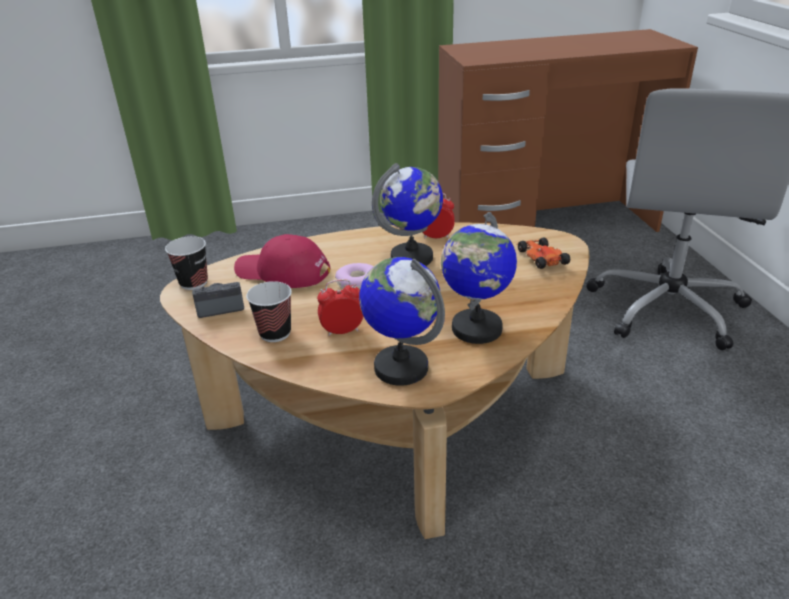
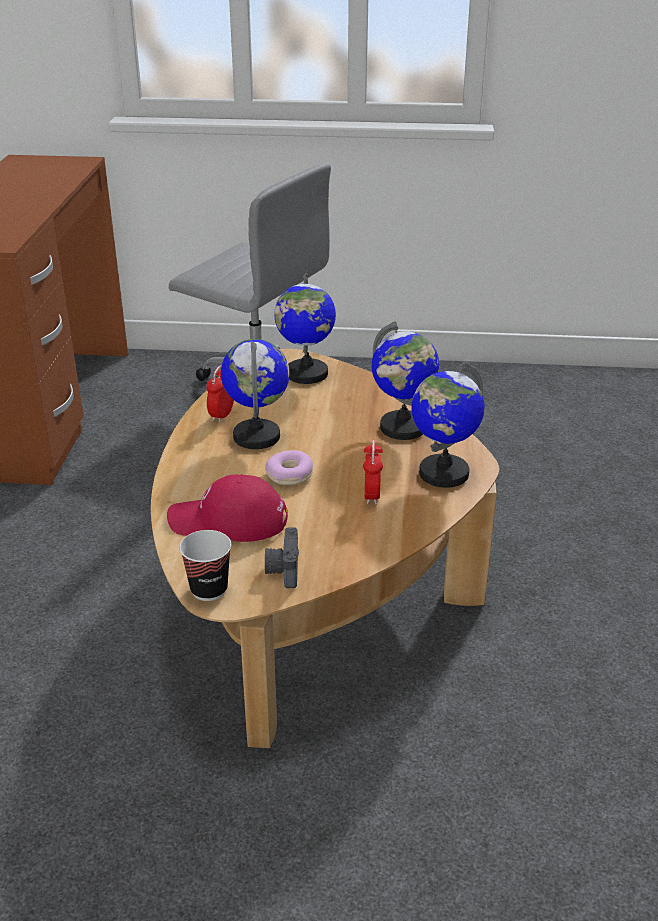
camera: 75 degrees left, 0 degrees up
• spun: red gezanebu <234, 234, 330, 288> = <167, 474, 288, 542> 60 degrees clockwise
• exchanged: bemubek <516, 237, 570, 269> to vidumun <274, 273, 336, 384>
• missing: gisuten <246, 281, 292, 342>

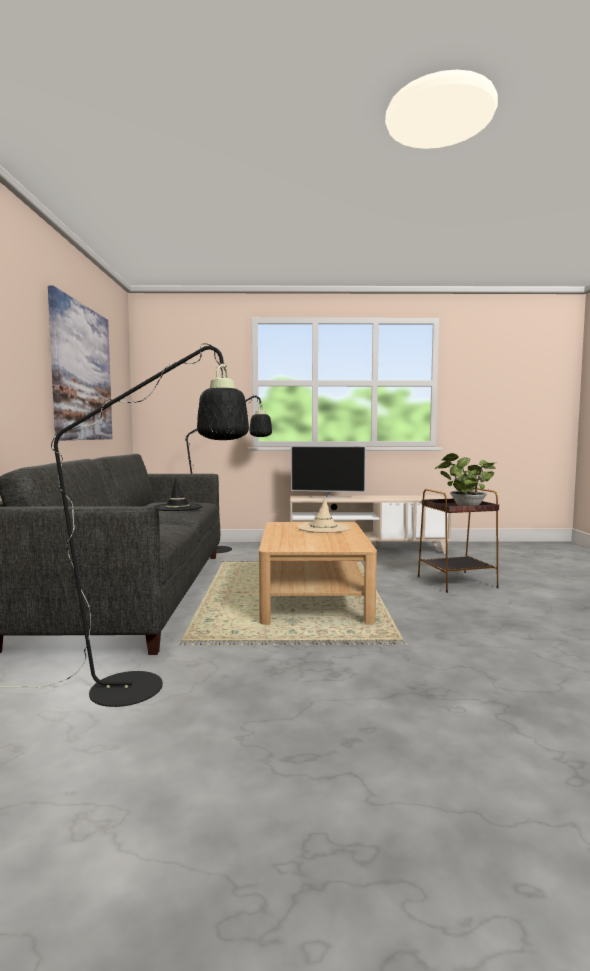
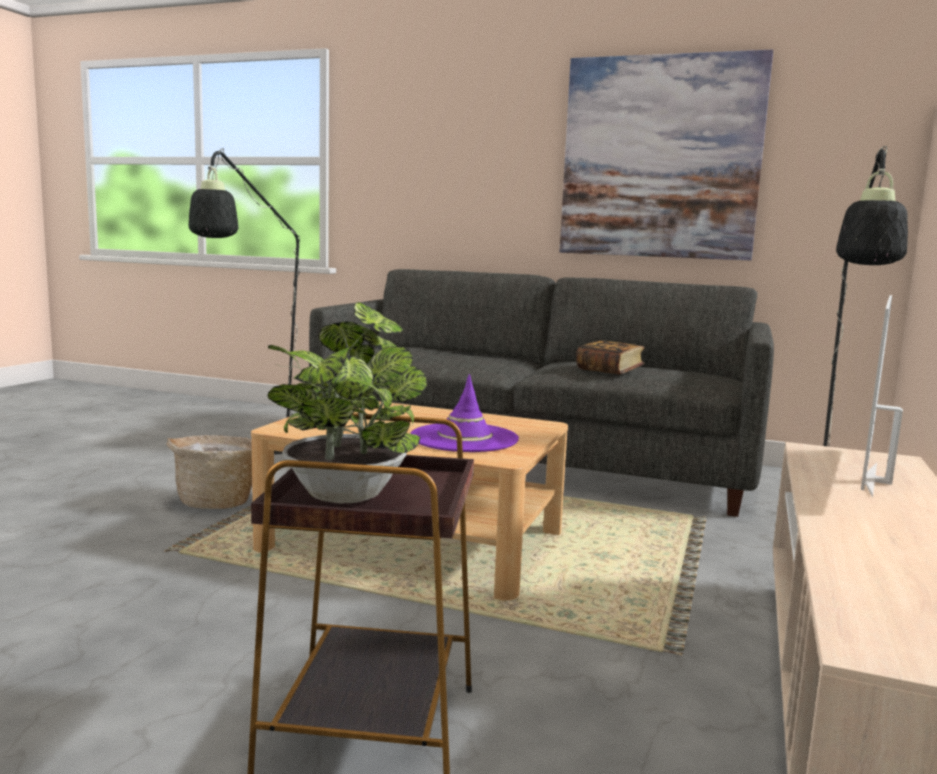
camera: 110 degrees right, 5 degrees up
• exchanged: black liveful <153, 478, 202, 511> to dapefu <576, 340, 645, 374>
• colour: beige liveful <298, 497, 351, 533> to purple liveful <410, 374, 519, 452>
• appeared: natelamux <166, 435, 252, 509>

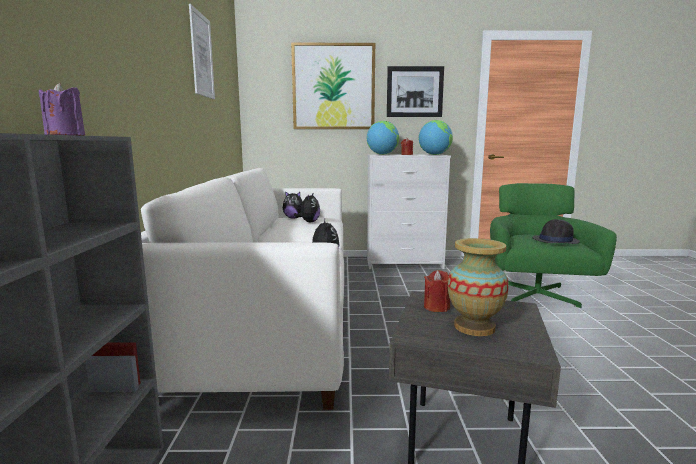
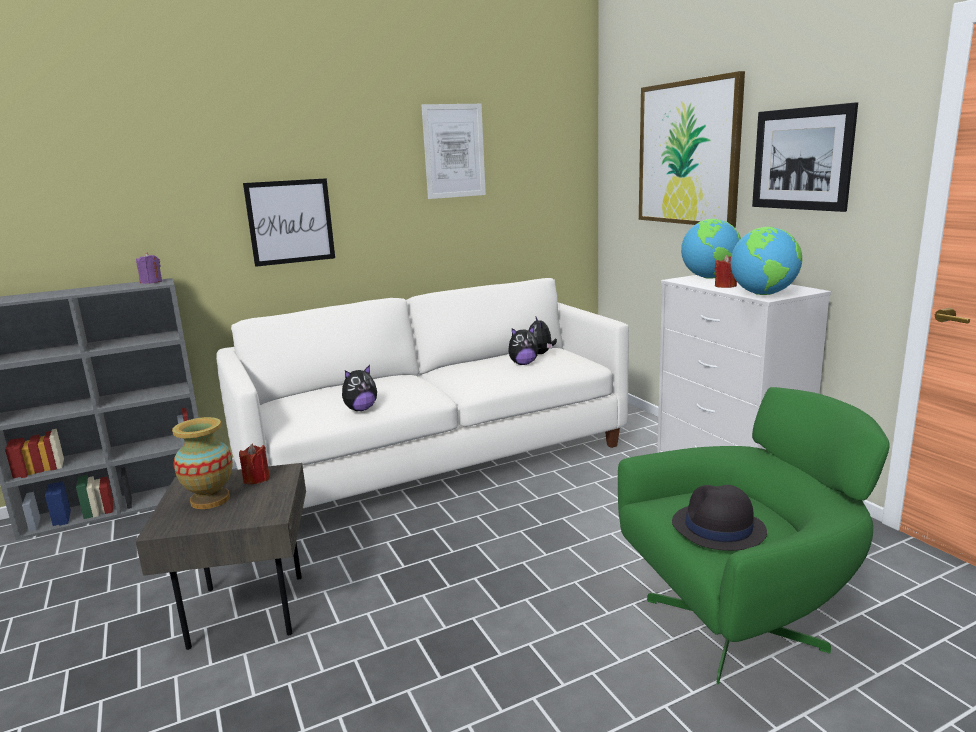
camera: 65 degrees right, 5 degrees up
• appeared: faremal <243, 178, 335, 267>

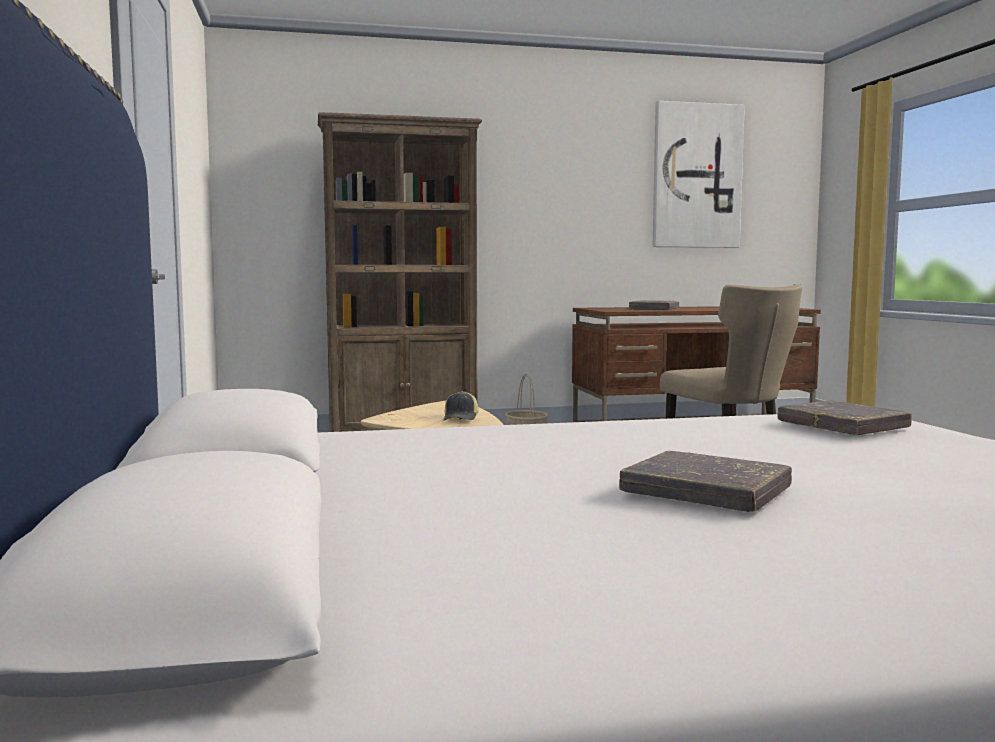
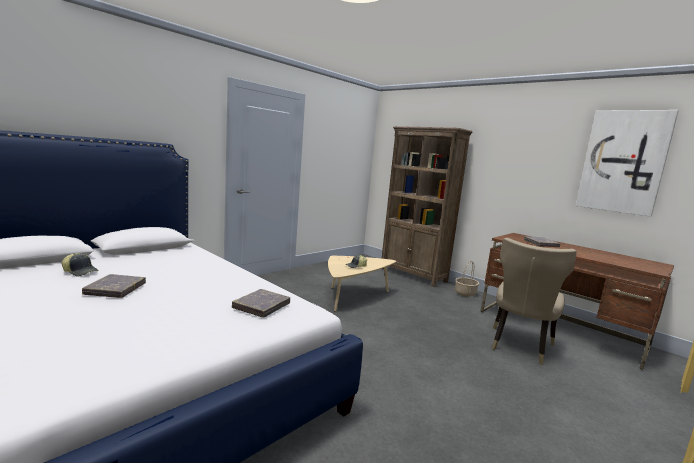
camera: 55 degrees right, 5 degrees up
• appeared: gezanebu <62, 253, 99, 276>

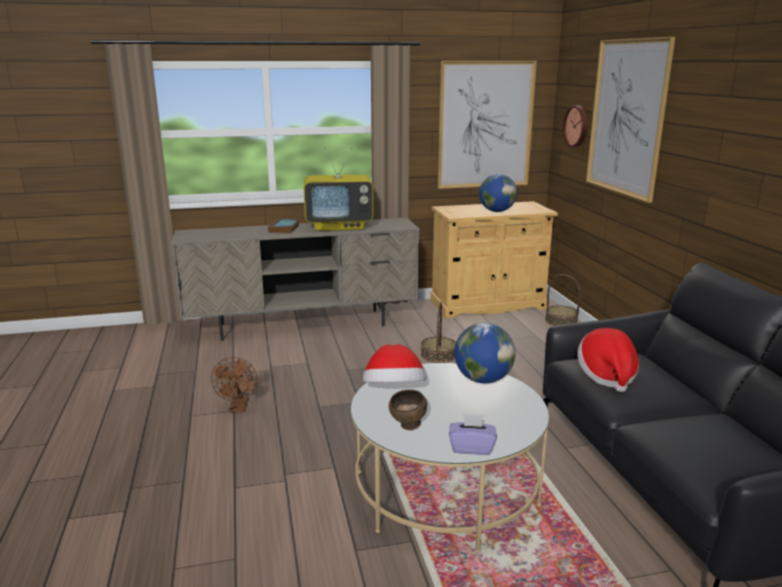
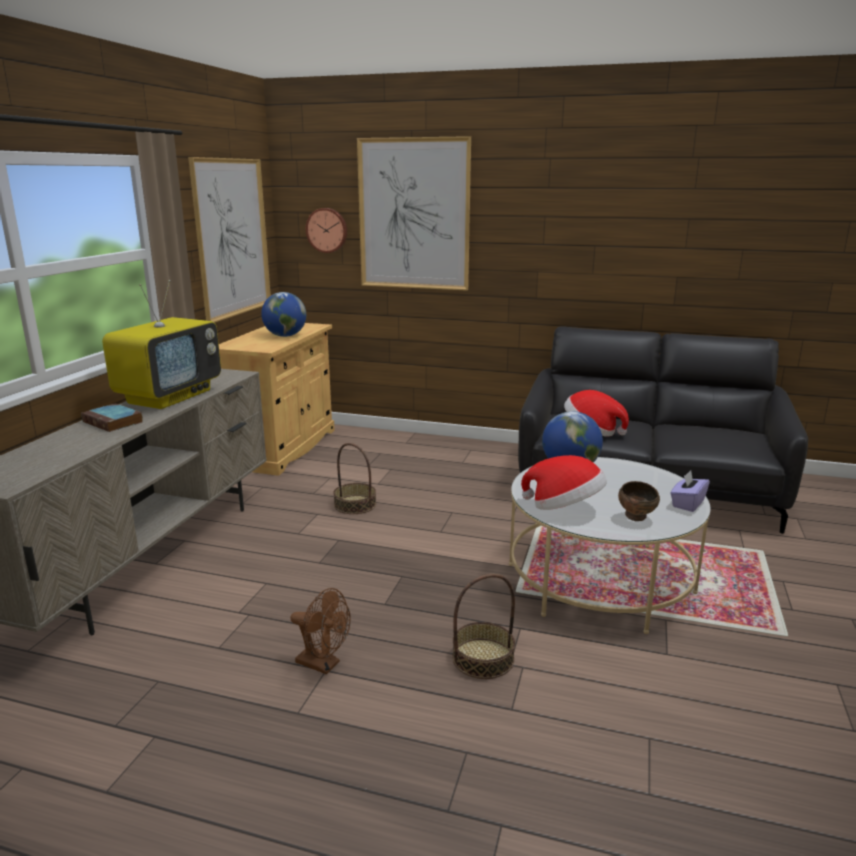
camera: 60 degrees left, 0 degrees up
• relocated: natelamux <545, 274, 581, 326> to <452, 574, 515, 679>

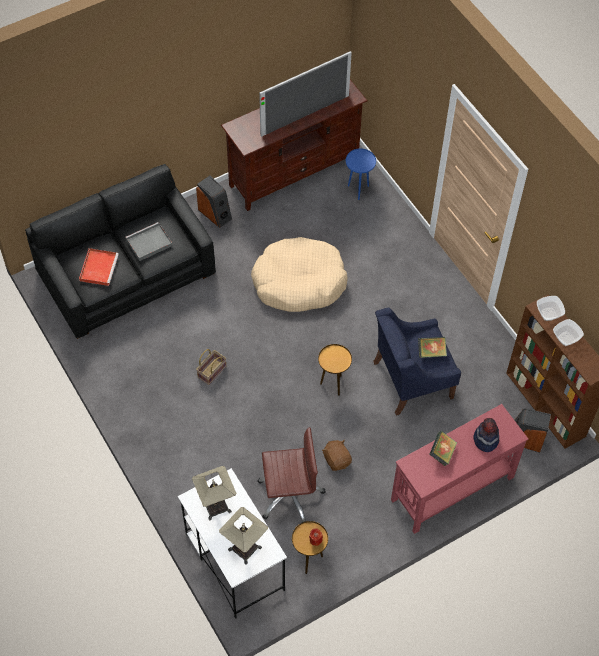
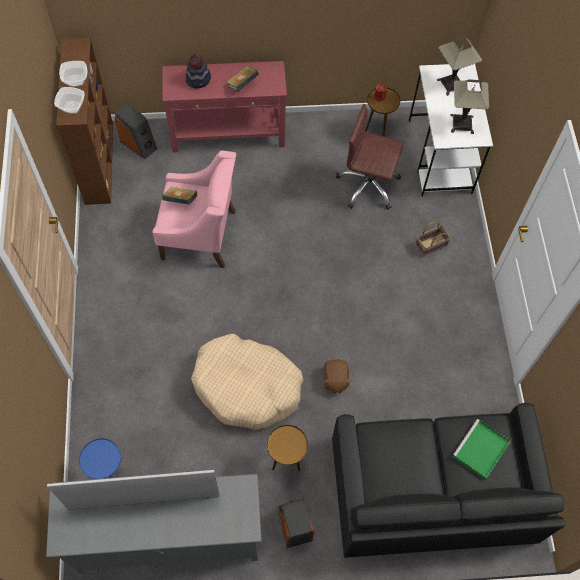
camera: 155 degrees left, 5 degrees up
• colour: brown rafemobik <221, 80, 368, 211> to grey rafemobik <46, 474, 262, 574>
• missing: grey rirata <125, 222, 172, 261>
• colour: red rirata <79, 248, 119, 286> to green rirata <453, 419, 511, 480>
• colour: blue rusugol <373, 308, 461, 416> to pink rusugol <152, 150, 236, 268>
• relocated: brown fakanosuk <318, 344, 352, 396> to <267, 425, 308, 471>
• relocated: natelamux <196, 349, 226, 385> to <415, 221, 451, 257>
• relocated: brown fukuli <322, 440, 352, 471> to <323, 359, 352, 394>

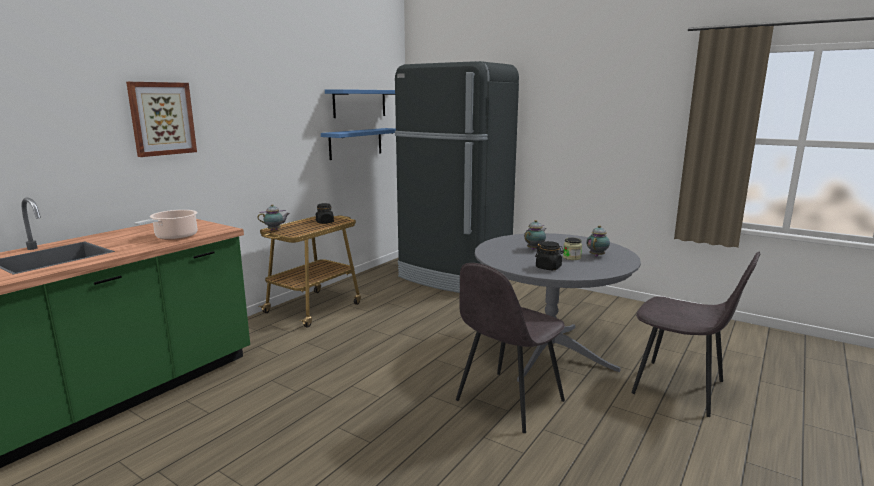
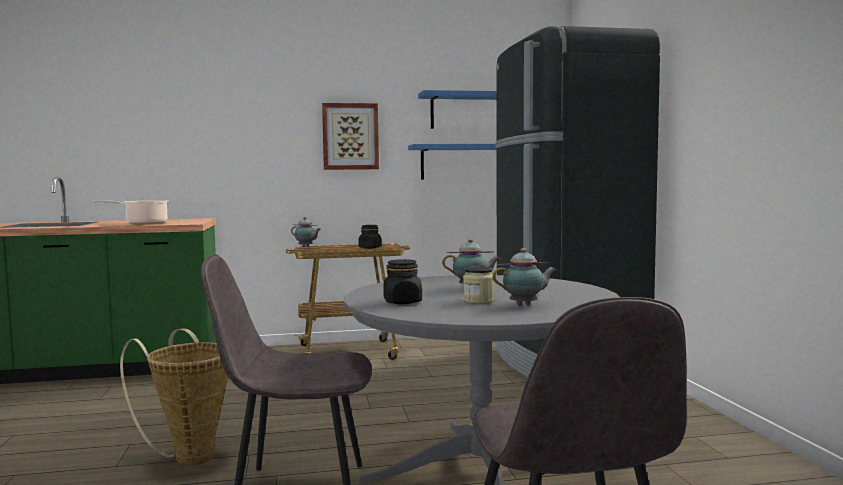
camera: 45 degrees right, 10 degrees down
• relocated: faremal <126, 82, 197, 157> to <322, 103, 379, 170>
• appeared: natelamux <120, 328, 228, 466>

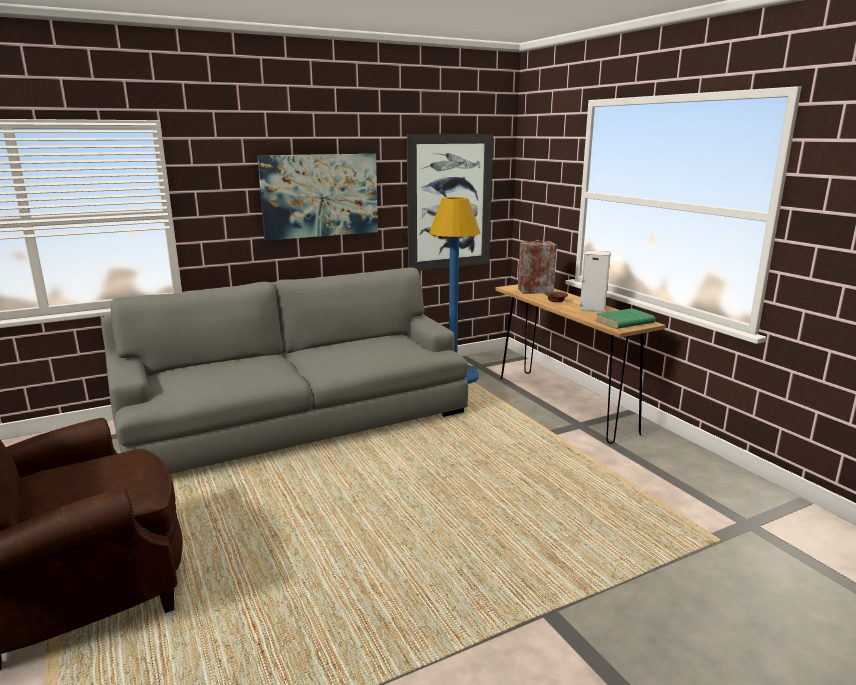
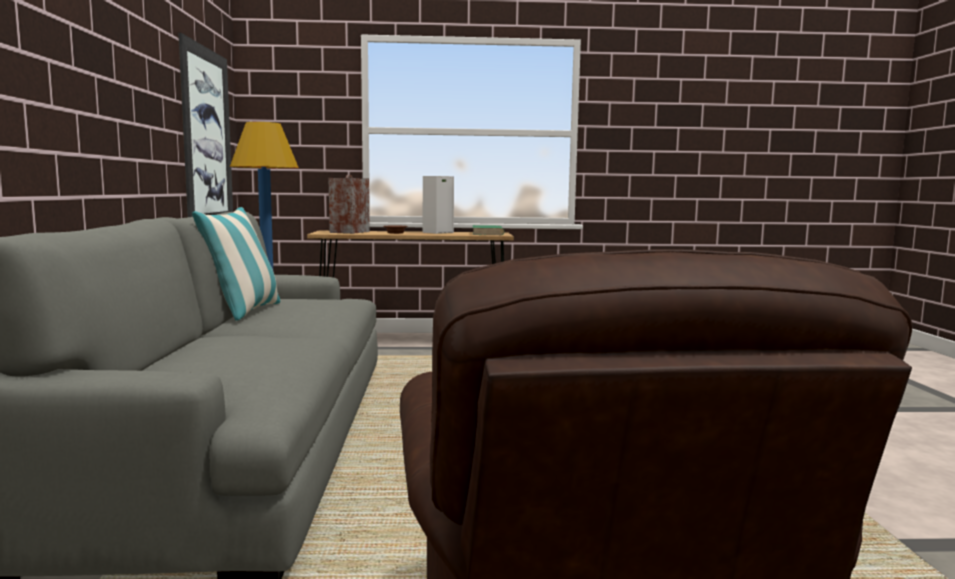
camera: 65 degrees left, 10 degrees down
• missing: faremal <257, 154, 378, 241>
• appeared: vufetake <192, 207, 280, 321>

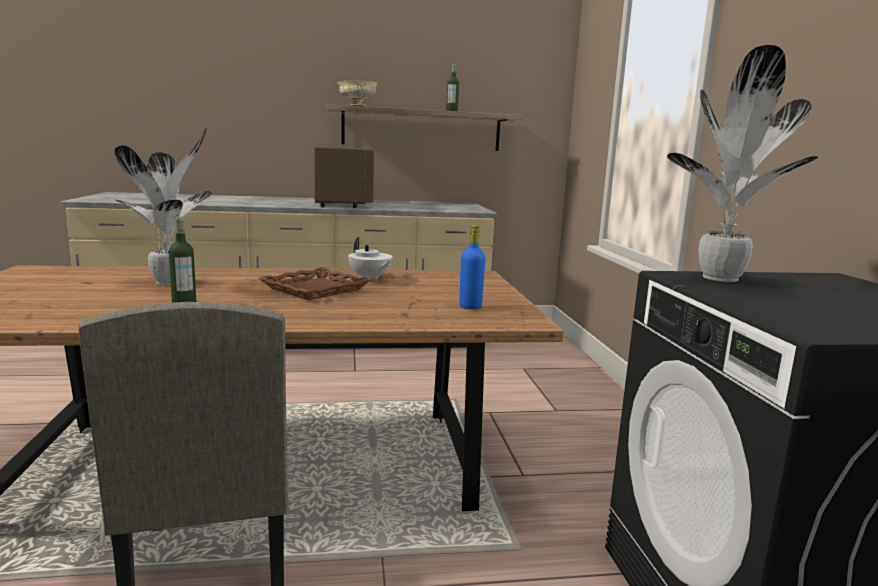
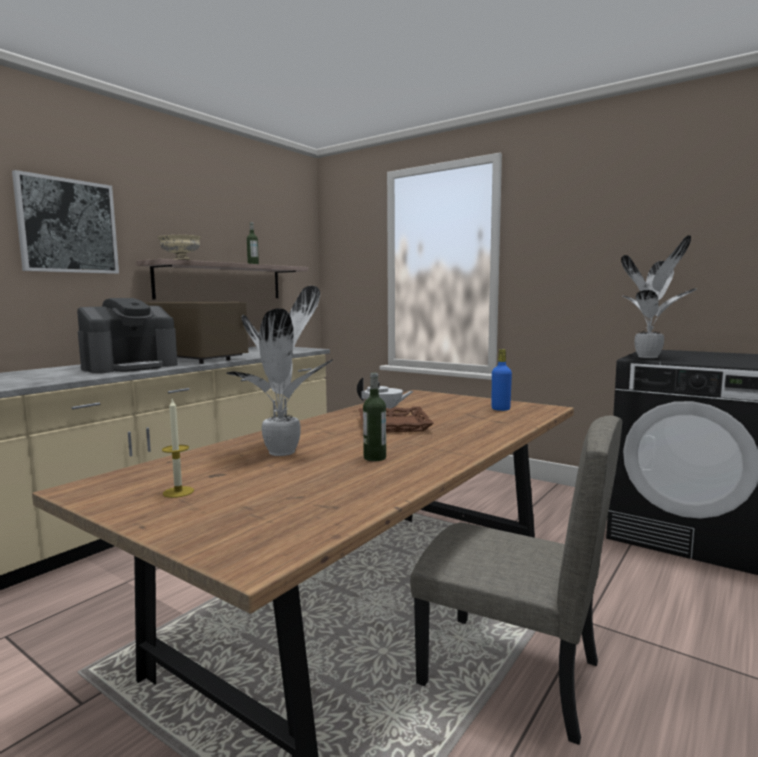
camera: 45 degrees left, 5 degrees down
• appeared: faremal <12, 170, 119, 274>
• appeared: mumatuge <77, 298, 178, 373>
• appeared: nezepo <162, 399, 194, 498>

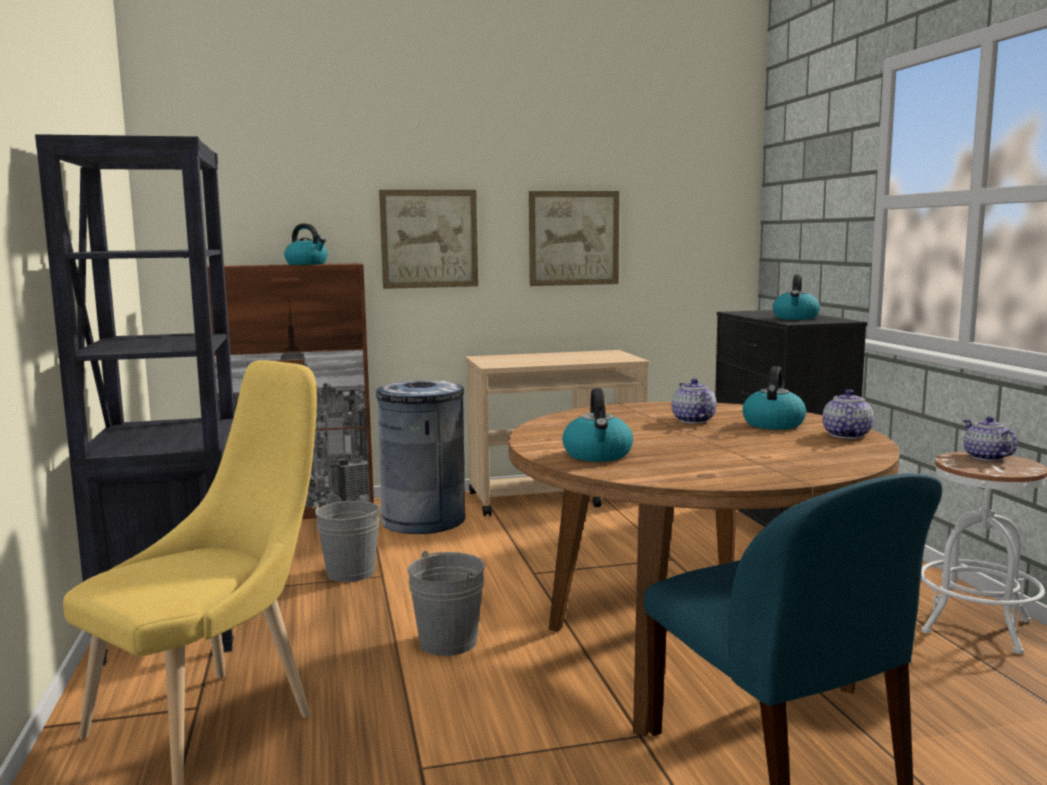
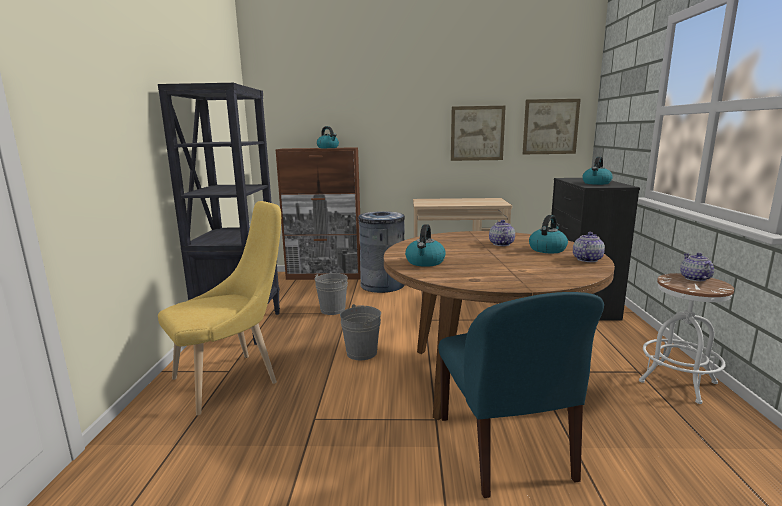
camera: 15 degrees right, 5 degrees up
• relocated: faremal <379, 190, 478, 289> to <523, 99, 581, 154>

